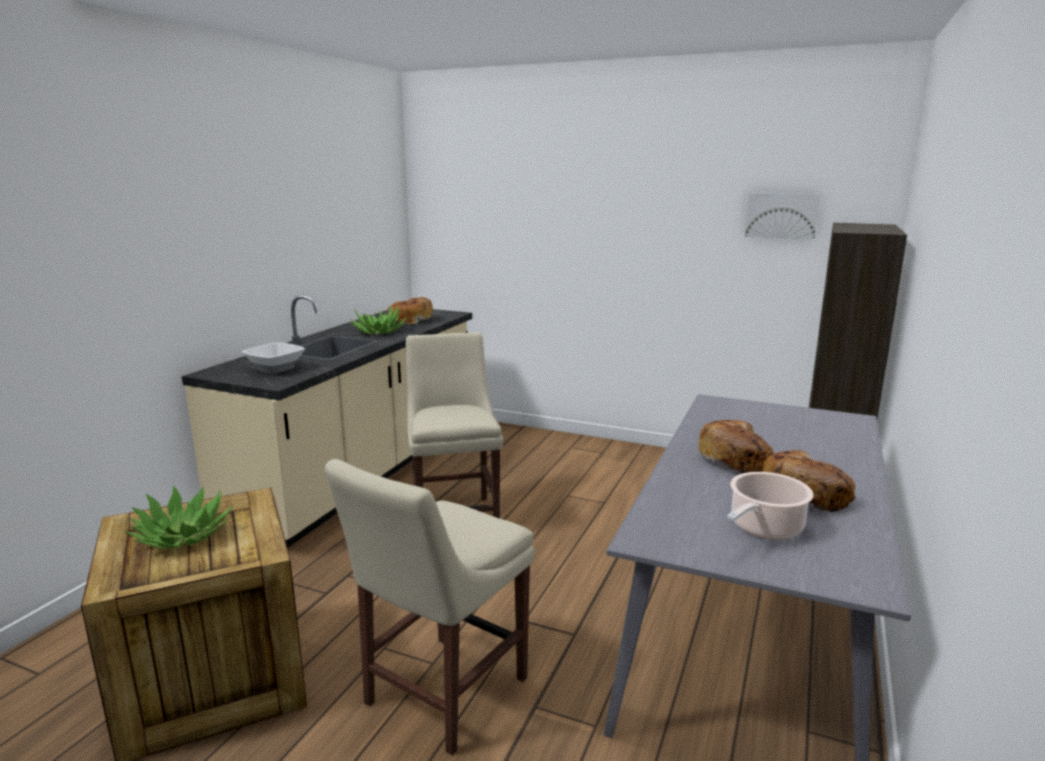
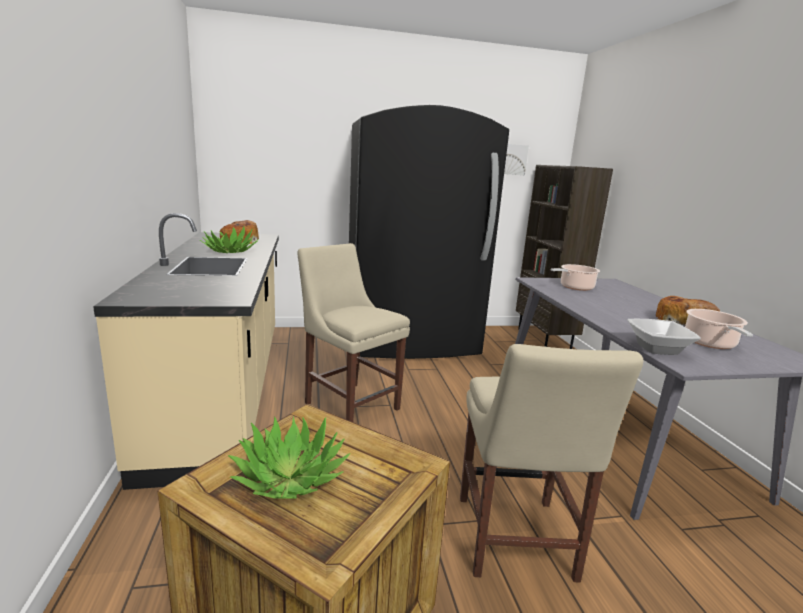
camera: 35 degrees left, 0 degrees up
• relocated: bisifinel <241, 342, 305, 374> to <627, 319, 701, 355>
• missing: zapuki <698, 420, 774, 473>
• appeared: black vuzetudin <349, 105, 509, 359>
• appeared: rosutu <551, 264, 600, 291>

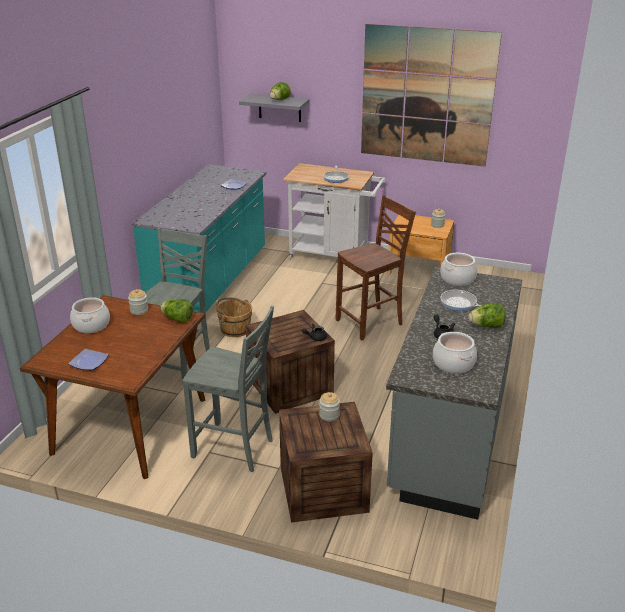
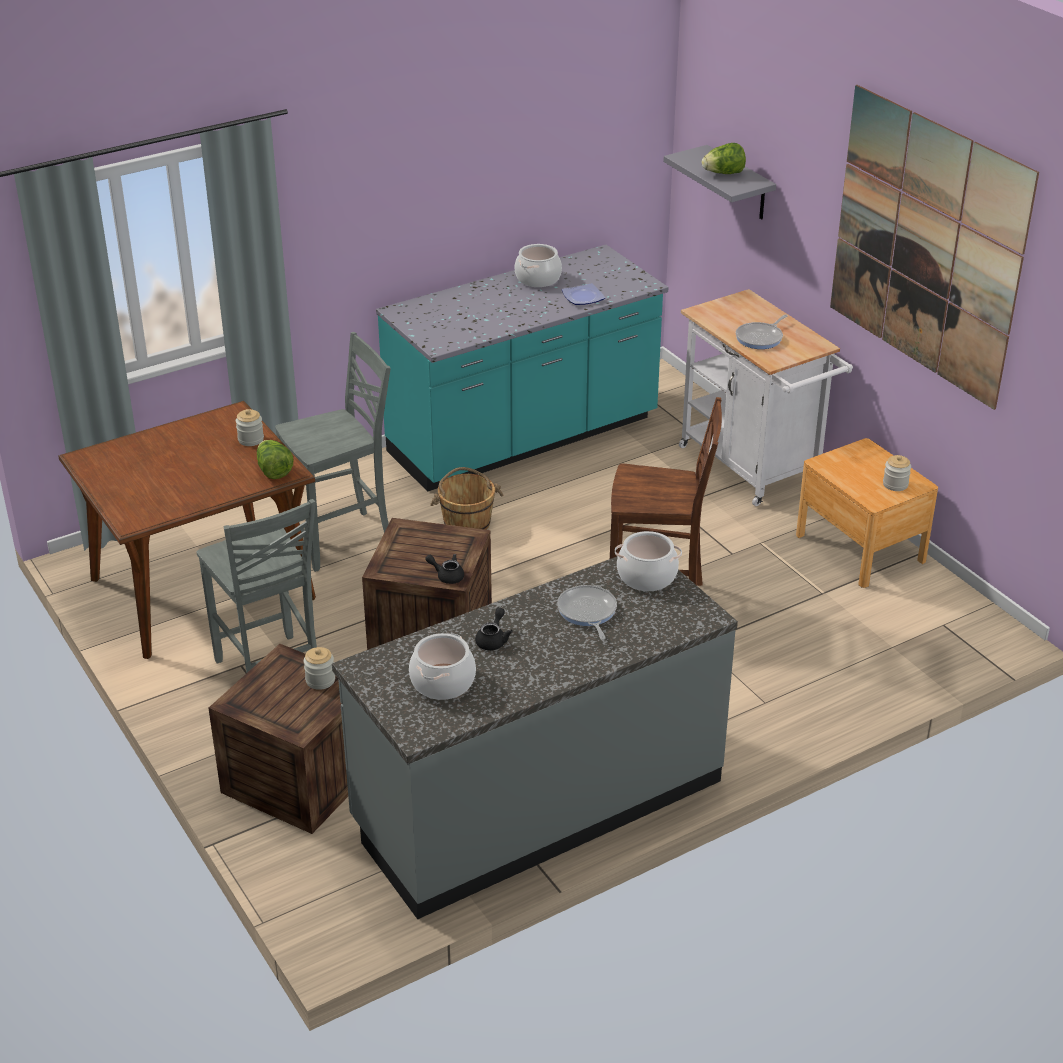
camera: 40 degrees right, 5 degrees up
• relocated: rosutu <70, 297, 110, 333> to <515, 244, 562, 287>
• missing: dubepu <468, 303, 505, 328>
• missing: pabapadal <68, 349, 109, 370>

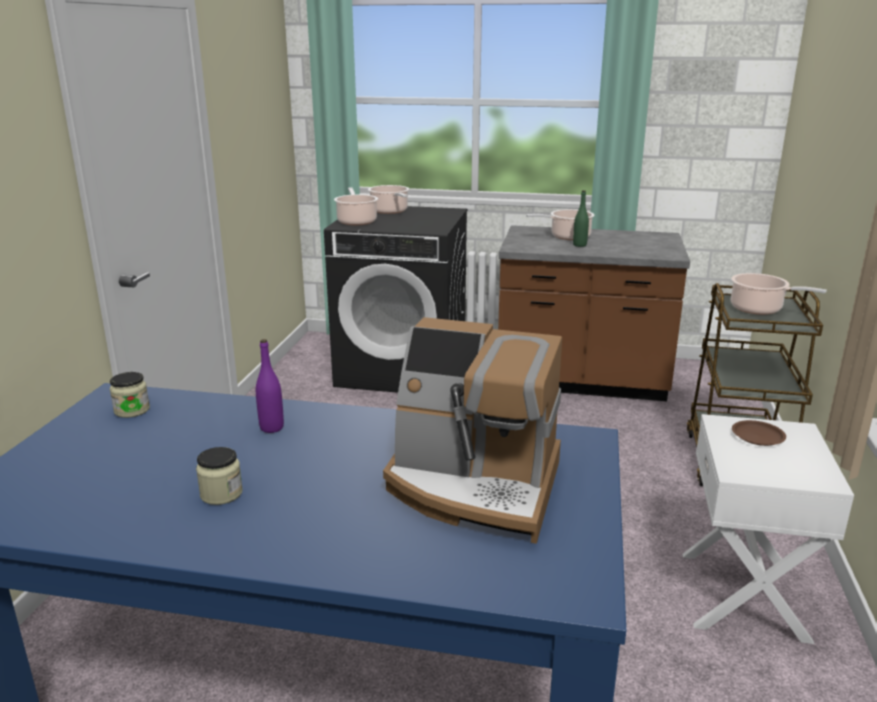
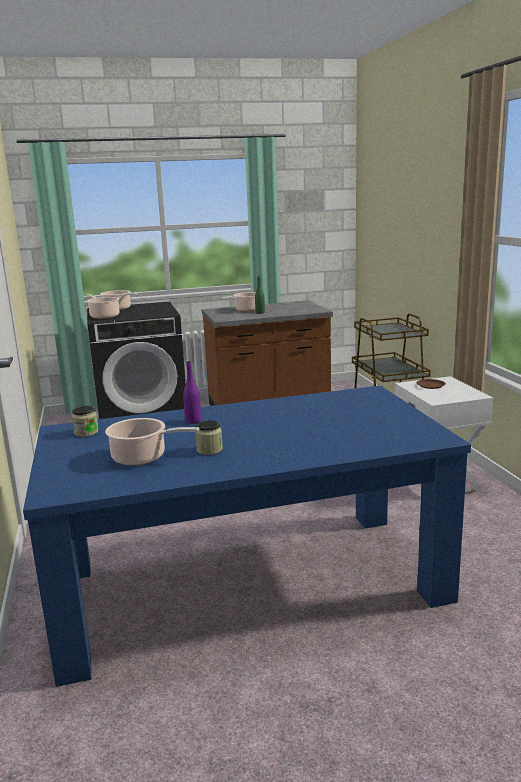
camera: 25 degrees left, 5 degrees down
• relocated: rosutu <731, 273, 827, 315> to <105, 418, 199, 465>
• missing: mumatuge <383, 317, 562, 544>

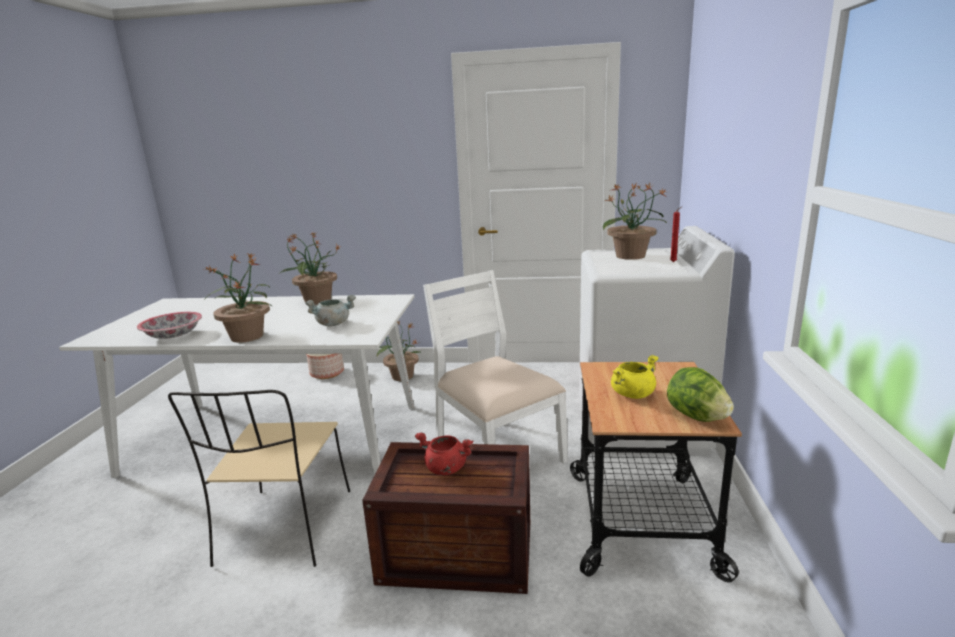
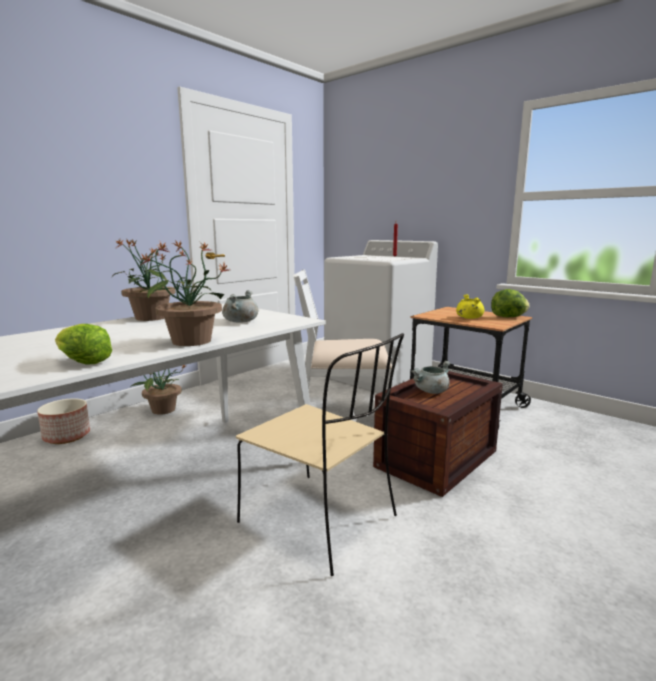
camera: 55 degrees left, 5 degrees down
• missing: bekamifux <603, 183, 667, 260>
• exchanged: bisifinel <137, 312, 202, 339> to dubepu <55, 324, 112, 365>
• colour: red rosutu <415, 432, 473, 475> to grey rosutu <411, 361, 451, 394>

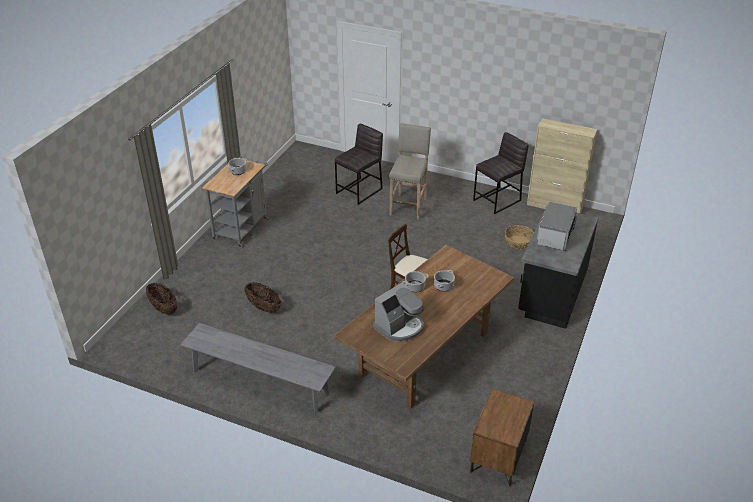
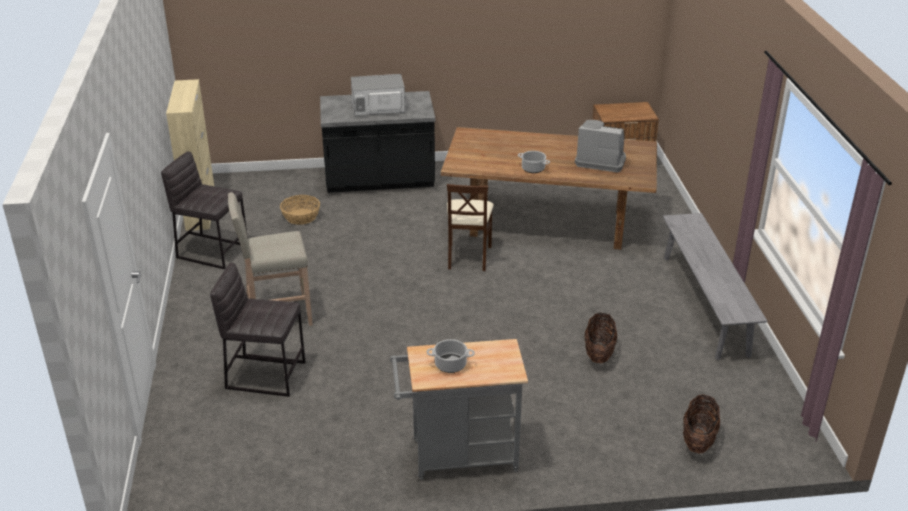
camera: 120 degrees left, 5 degrees down
• missing: rosutu <434, 270, 455, 291>

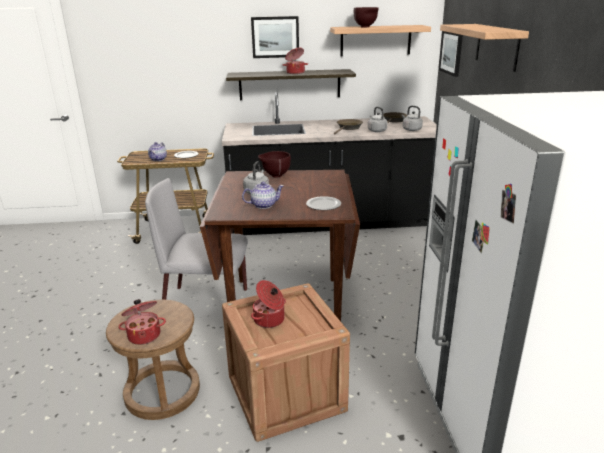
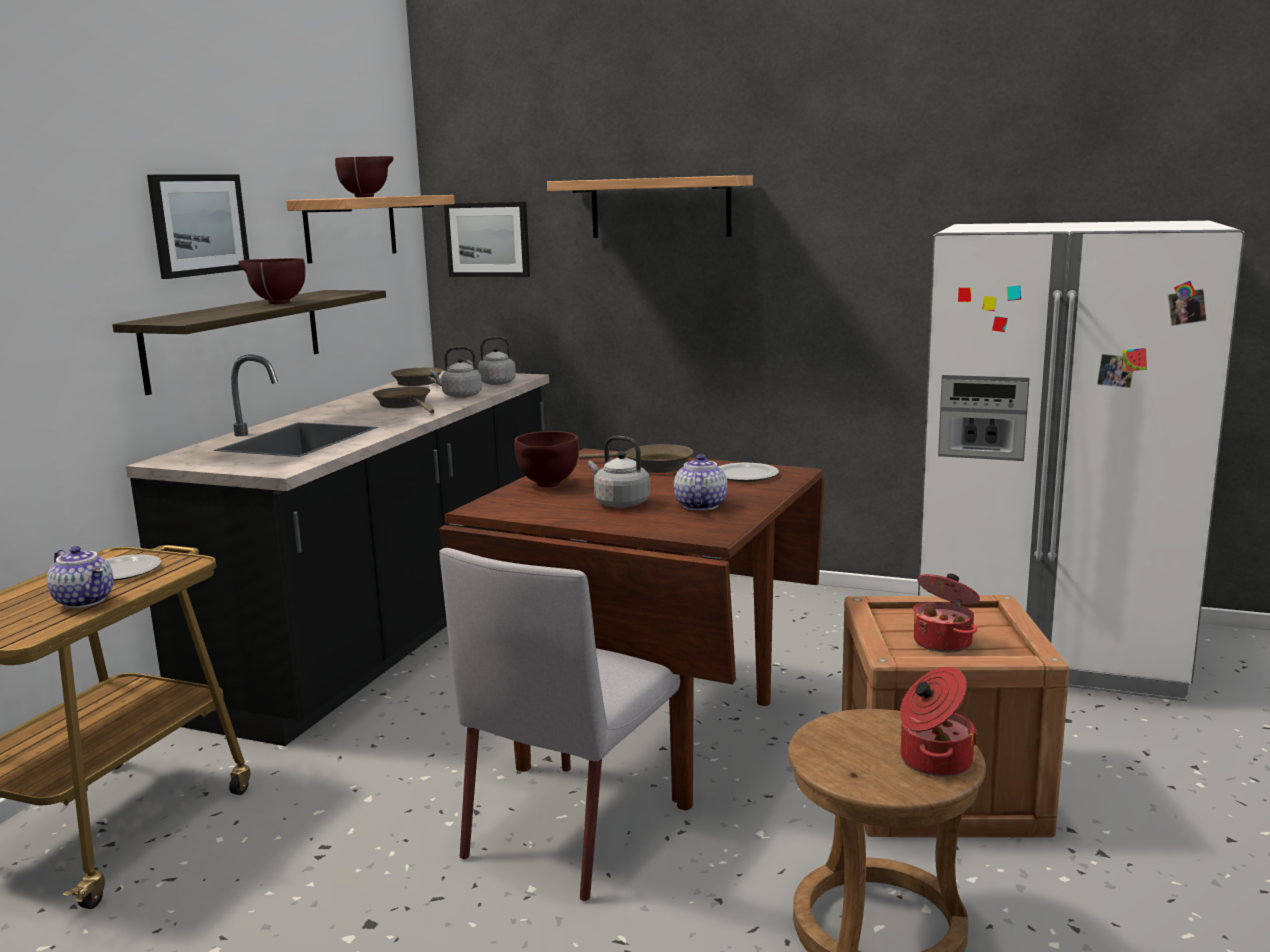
camera: 65 degrees left, 10 degrees down
• exchanged: rosutu <283, 48, 308, 74> to brown bisifinel <239, 258, 305, 304>
• appeared: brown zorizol <579, 444, 693, 473>

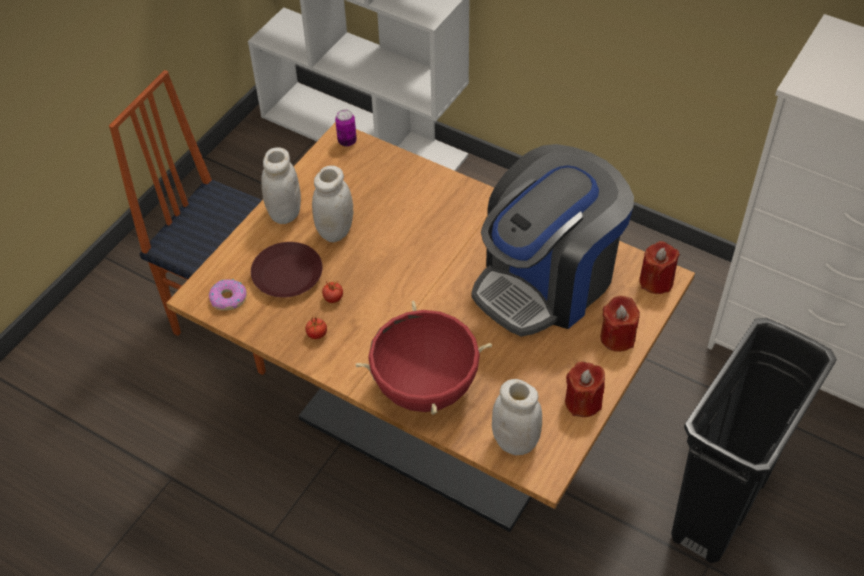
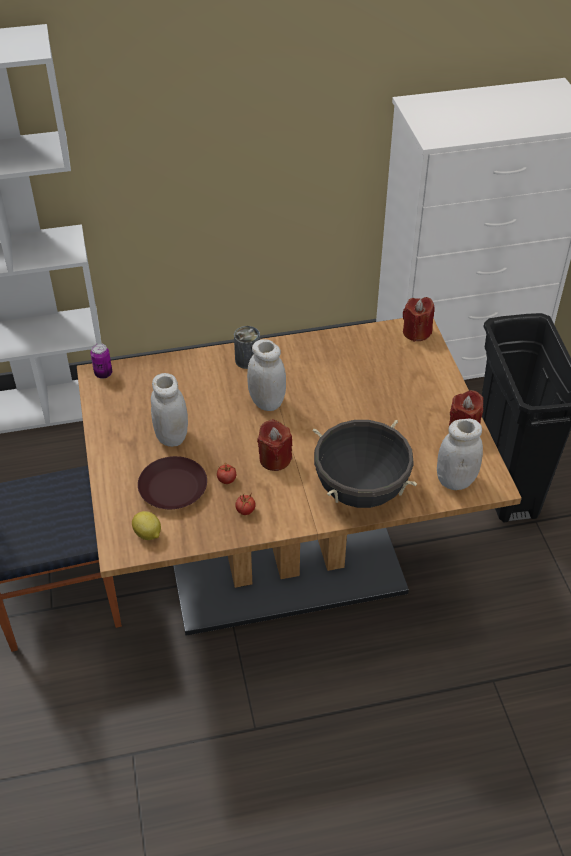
camera: 45 degrees left, 5 degrees down
• missing: mumatuge <471, 144, 634, 337>
• relocated: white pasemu <261, 147, 301, 224> to <247, 339, 286, 411>
• exchanged: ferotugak <209, 279, 247, 311> to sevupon <132, 511, 161, 540>
• relocated: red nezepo <600, 296, 640, 352> to <257, 419, 292, 471>
• colour: red rosutu <355, 300, 492, 415> to black rosutu <313, 420, 417, 508>
• appeared: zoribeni <234, 326, 260, 369>

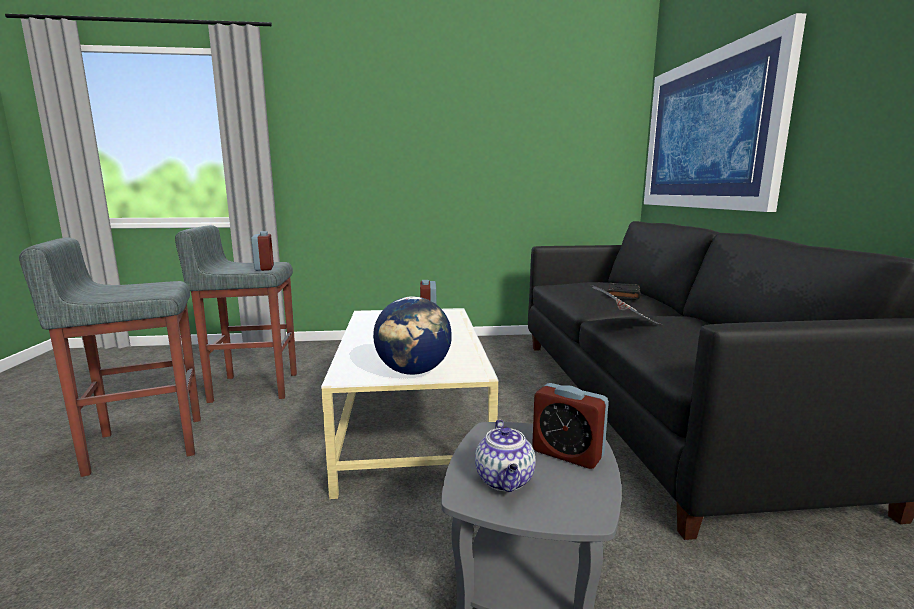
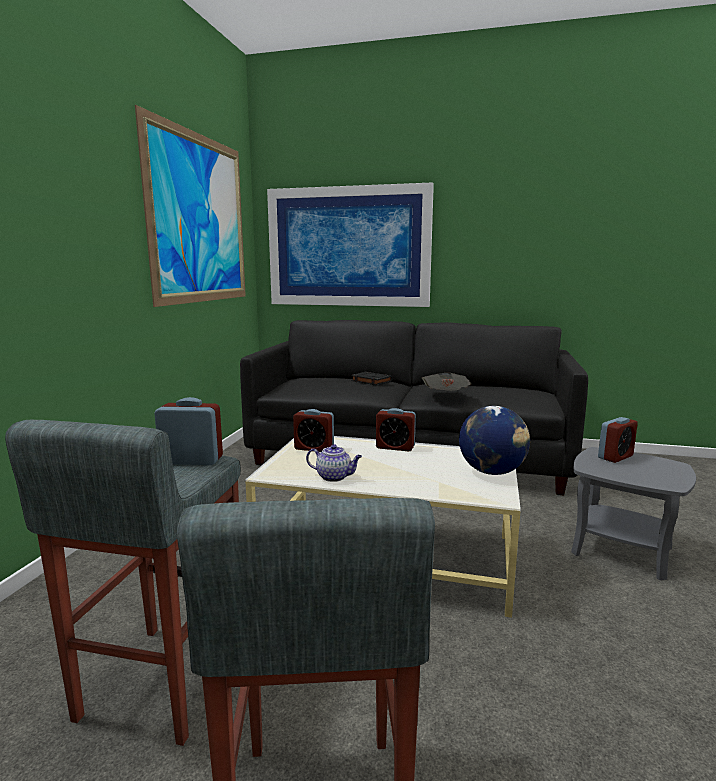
camera: 70 degrees left, 0 degrees up
• relocated: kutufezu <475, 420, 536, 492> to <306, 444, 362, 482>
• appeared: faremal <135, 105, 246, 307>
• appeared: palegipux <376, 408, 416, 451>

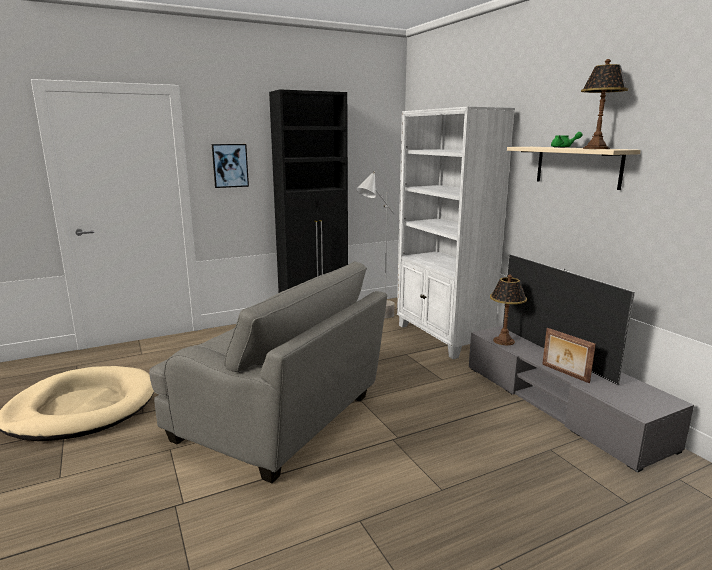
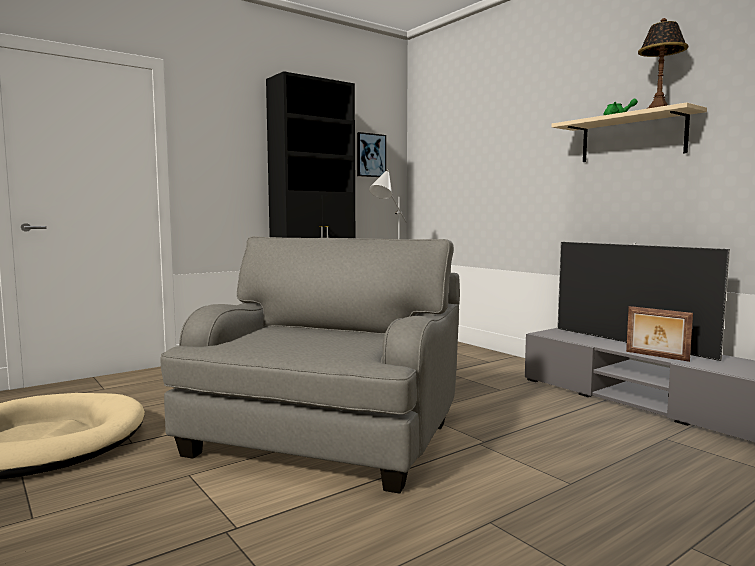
camera: 10 degrees left, 10 degrees down
• missing: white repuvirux <397, 107, 515, 359>
• relocated: faremal <212, 144, 249, 188> to <357, 132, 386, 177>
• spun: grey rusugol <149, 261, 387, 483> = <160, 236, 460, 494> 90 degrees counterclockwise
• missing: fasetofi <490, 275, 527, 345>

